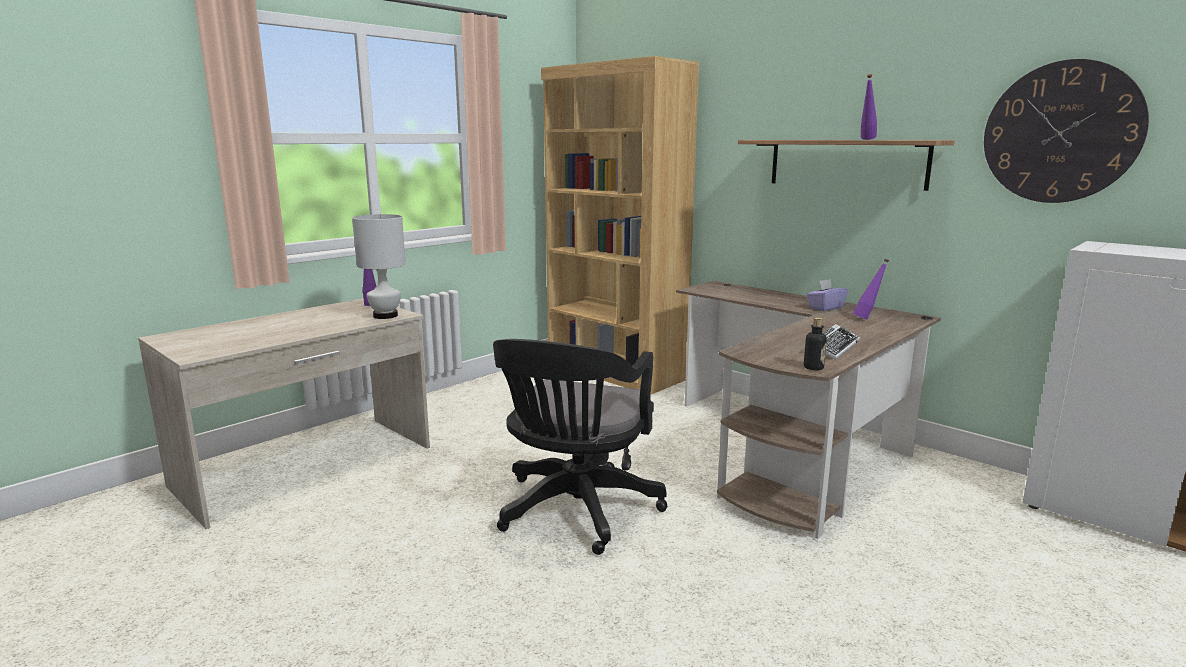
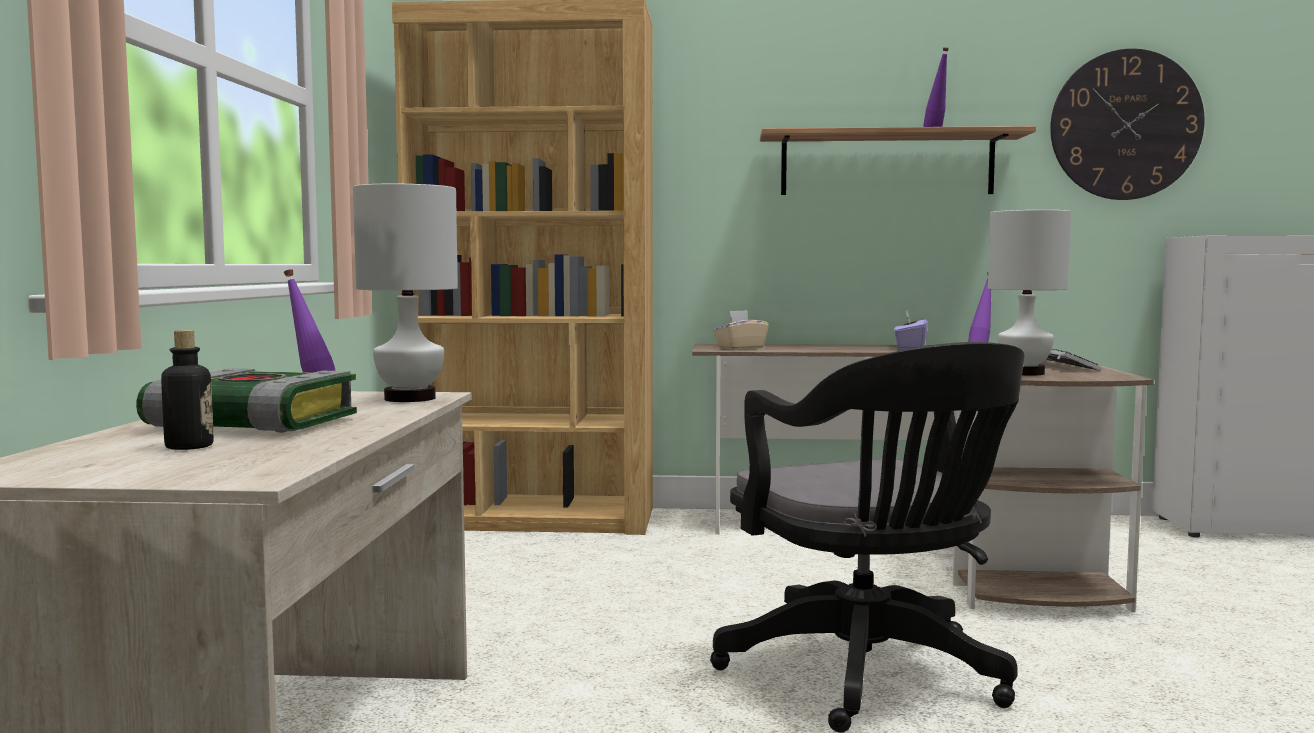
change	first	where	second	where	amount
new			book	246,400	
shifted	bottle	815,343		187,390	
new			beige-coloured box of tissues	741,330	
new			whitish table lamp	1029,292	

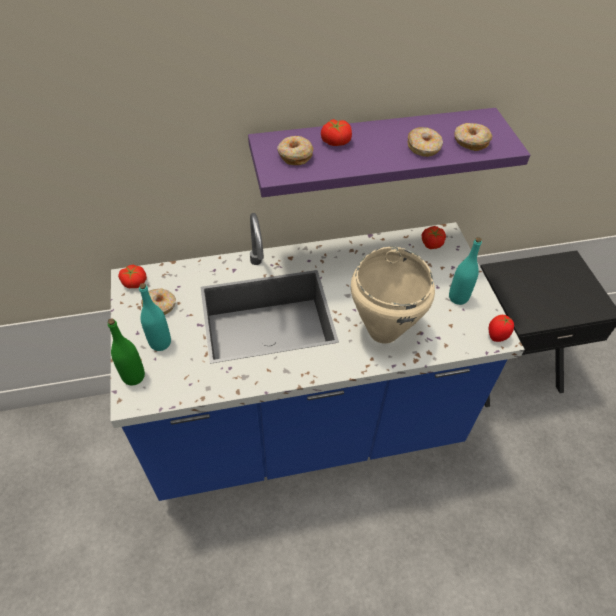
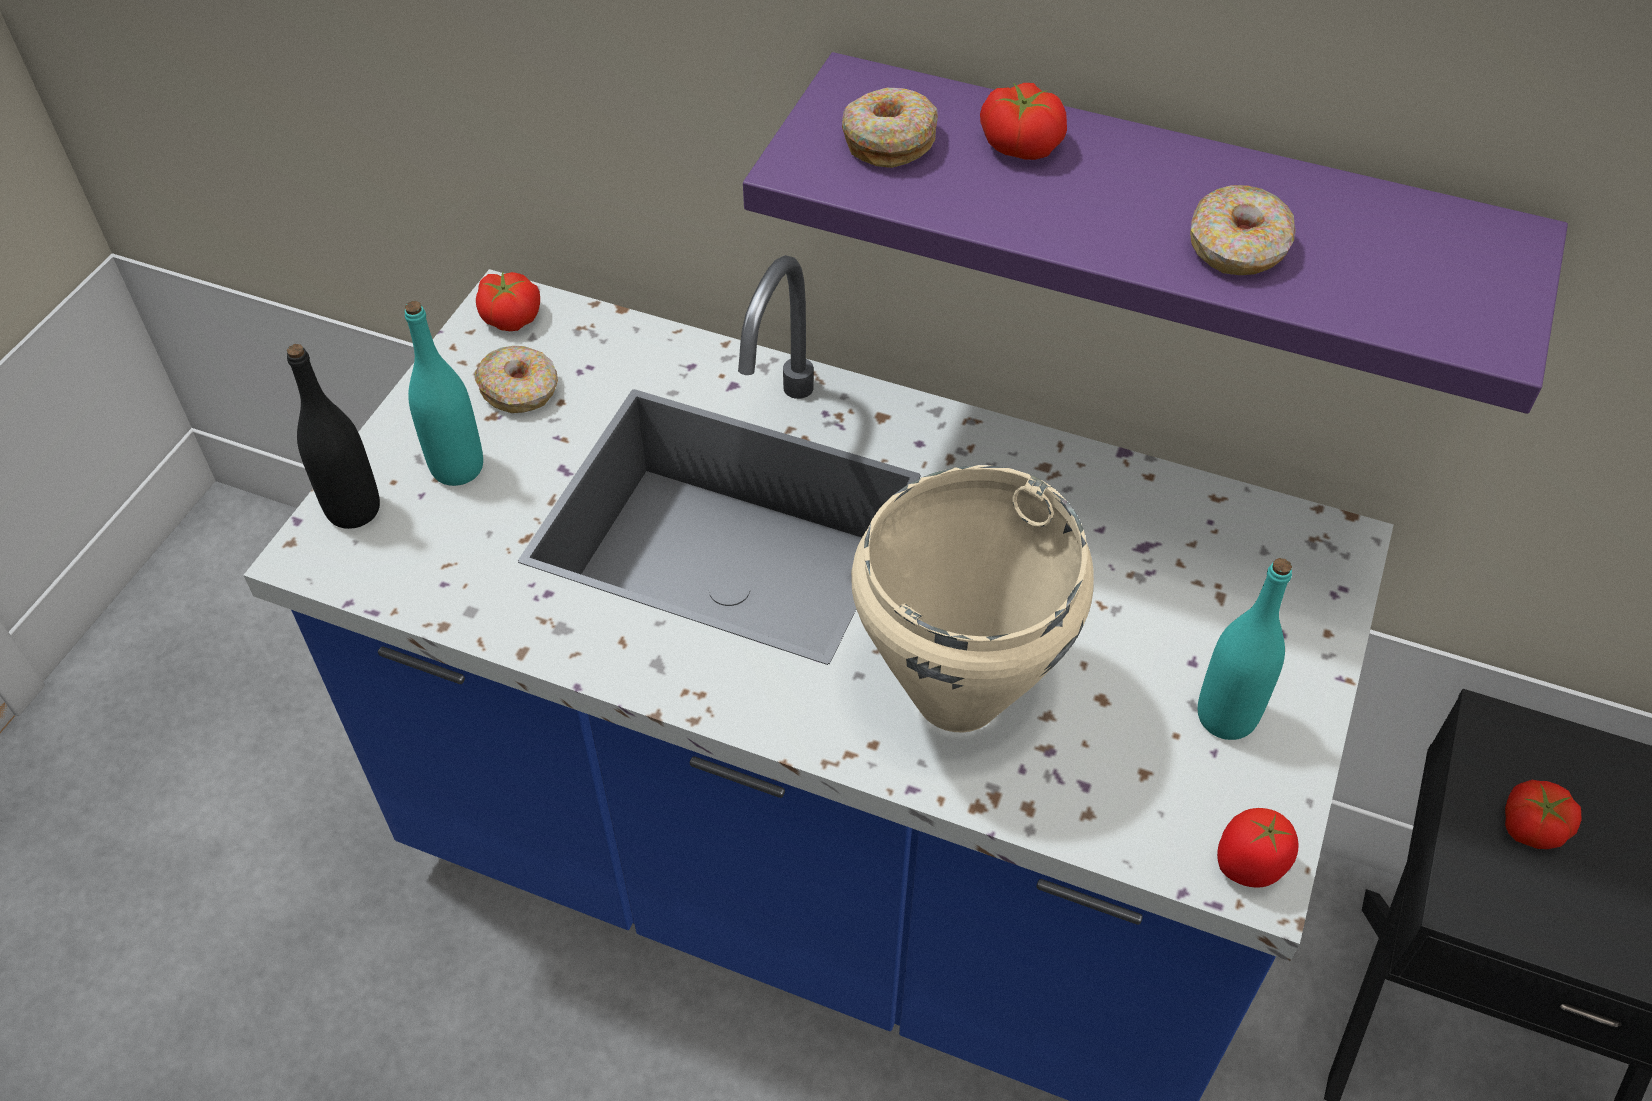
change	first	where	second	where	amount
repainted	green-coloured bottle	126,352	black bottle	333,436	
shifted	fresh tomato	434,237		1543,814	
gone	doughnut	473,137			

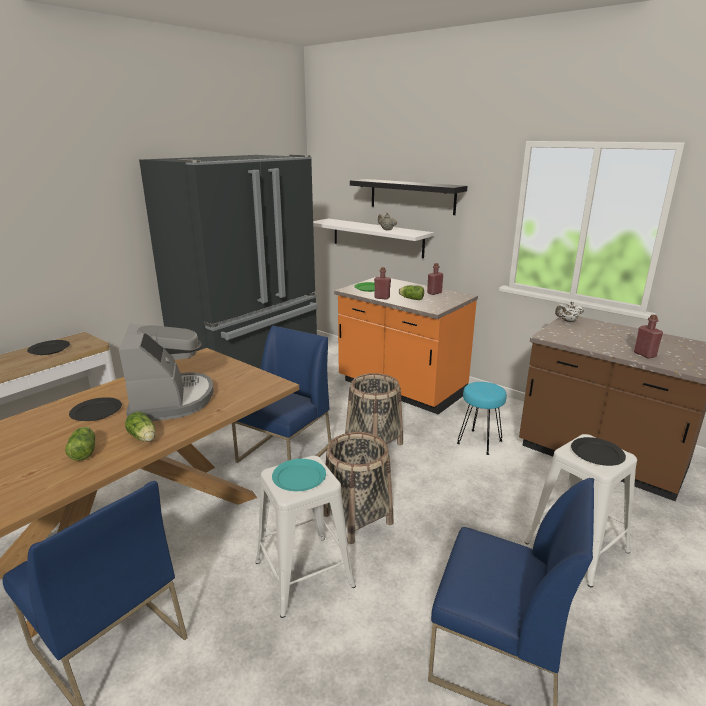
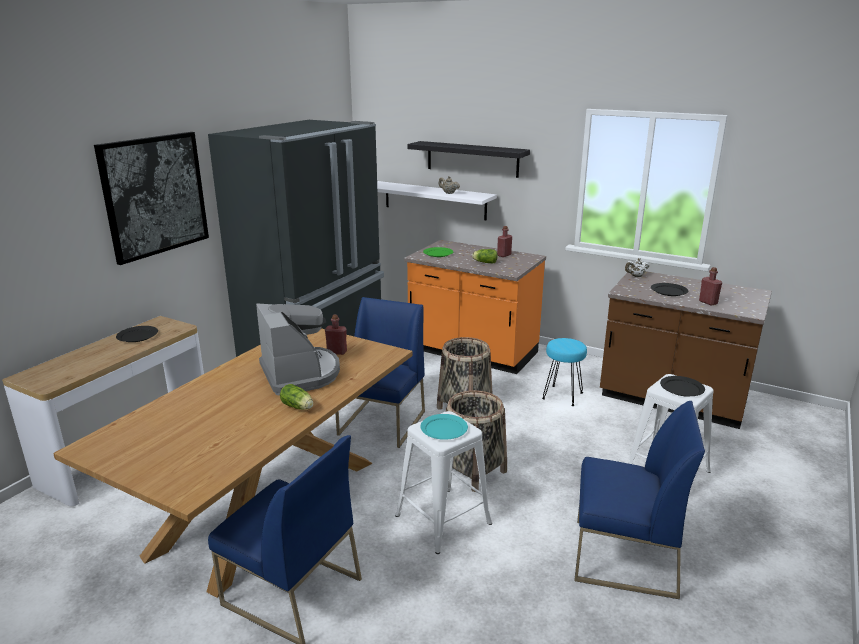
change	first	where	second	where	amount
new			wall picture	151,198	
shifted	red bottle	382,283		336,335	
shifted	black flat dish	95,409		669,289	
gone	lettuce	80,444			

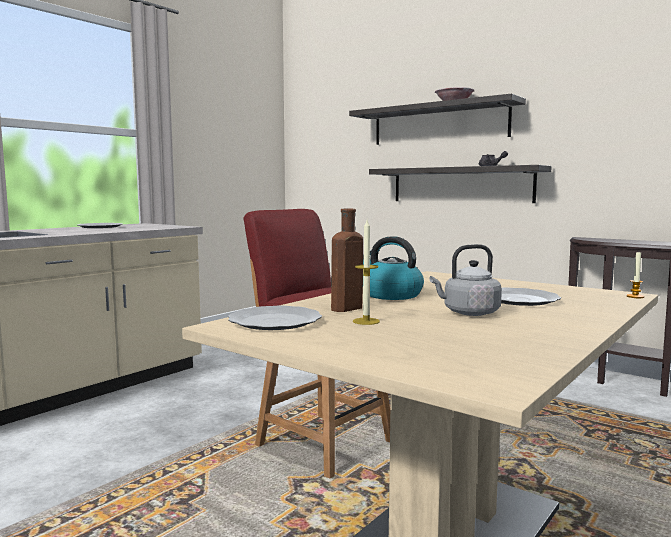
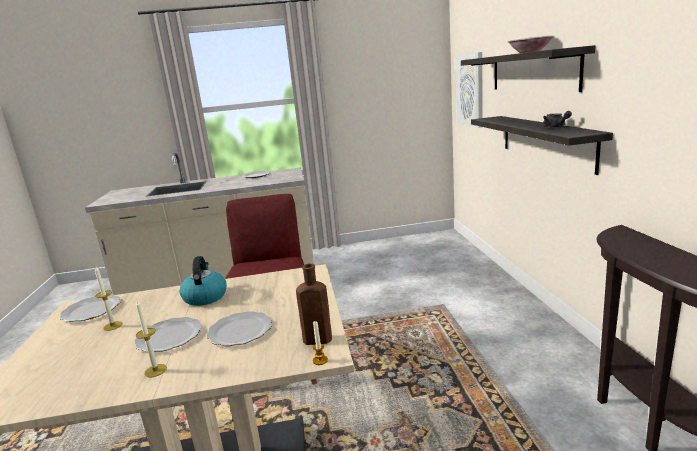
change	first	where	second	where	amount
swapped	gray water kettle	465,280	flat dish	168,334	
new			wax light	151,338	
shifted	brownish bottle	347,260		314,304	
new			wall picture	469,90	

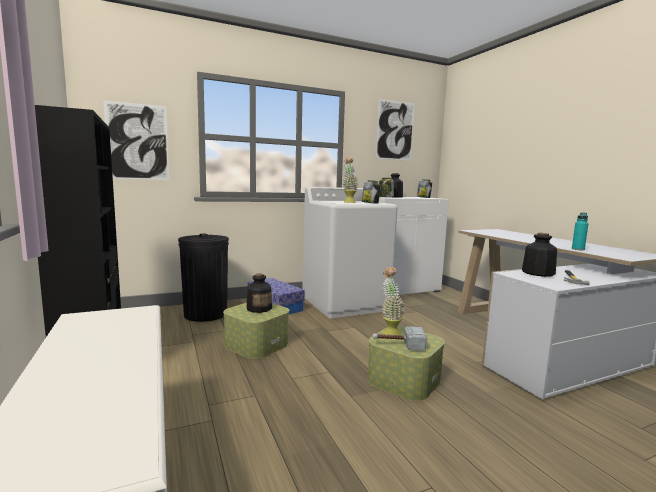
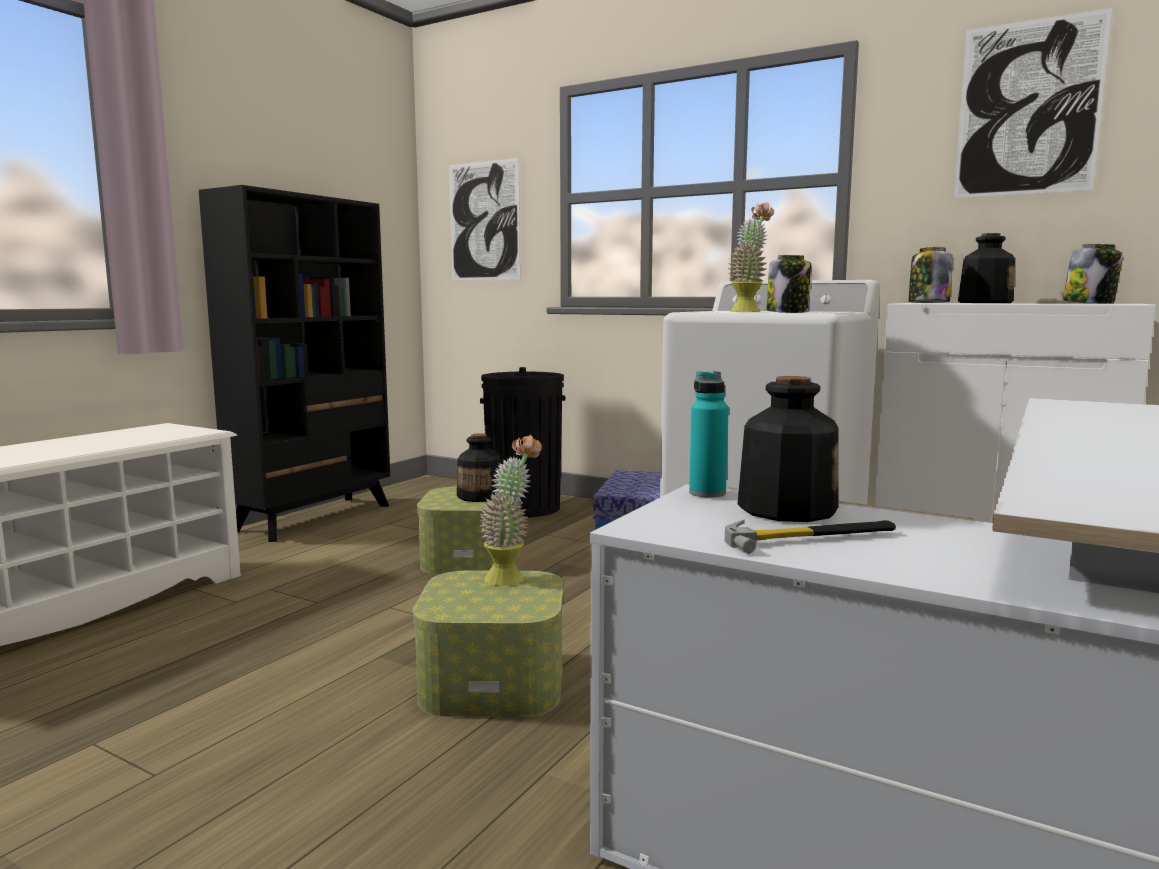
change	first	where	second	where	amount
shifted	turquoise-coloured bottle	580,231		709,434	
gone	hand hammer	399,338			

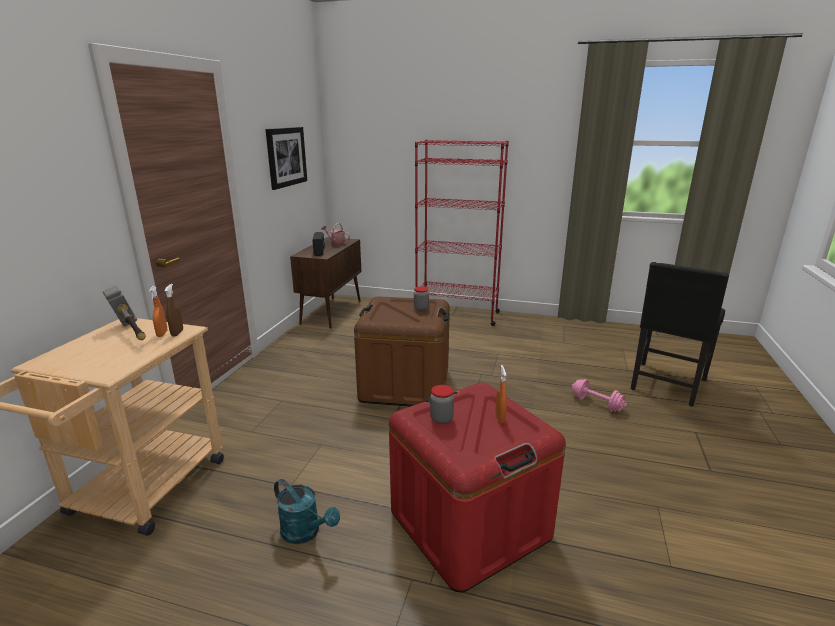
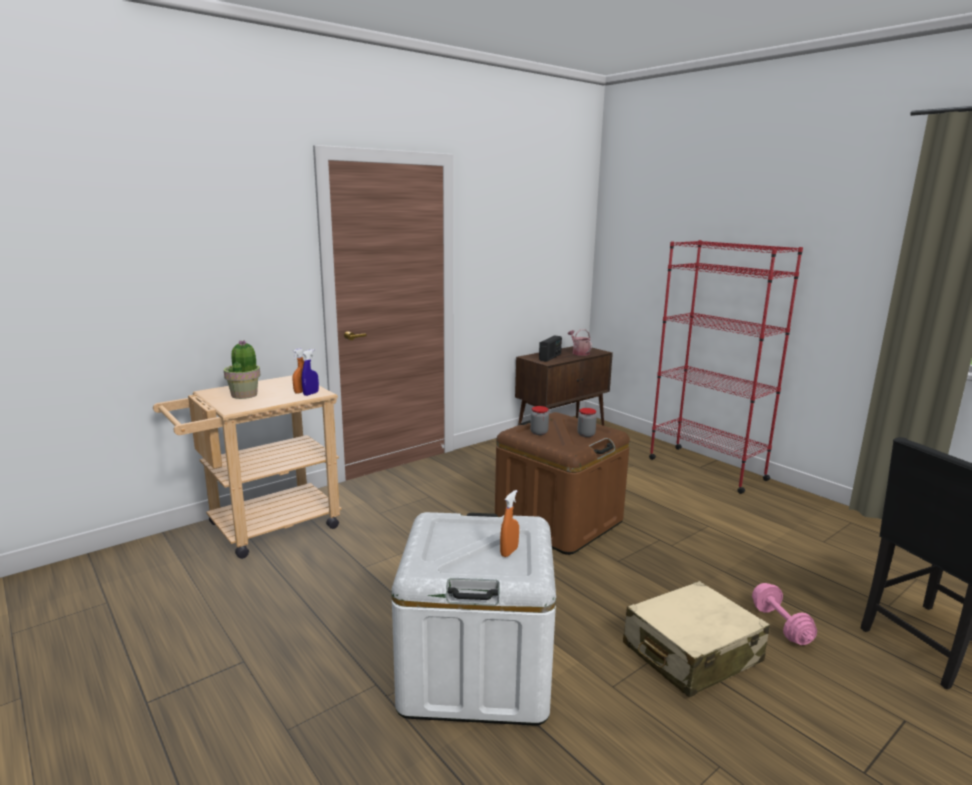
change	first	where	second	where	amount
new			houseplant	242,369	
repainted	brownish hand sprayer	173,310	bluish hand sprayer	310,372	
repainted	red storage bin	477,487	whitish storage bin	473,619	
shifted	storage jar	442,404		539,420	
new			beige-coloured piece of luggage	696,639	
gone	hand hammer	124,313			
gone	wall picture	286,158			
gone	turquoise-coloured watering pot	307,511			

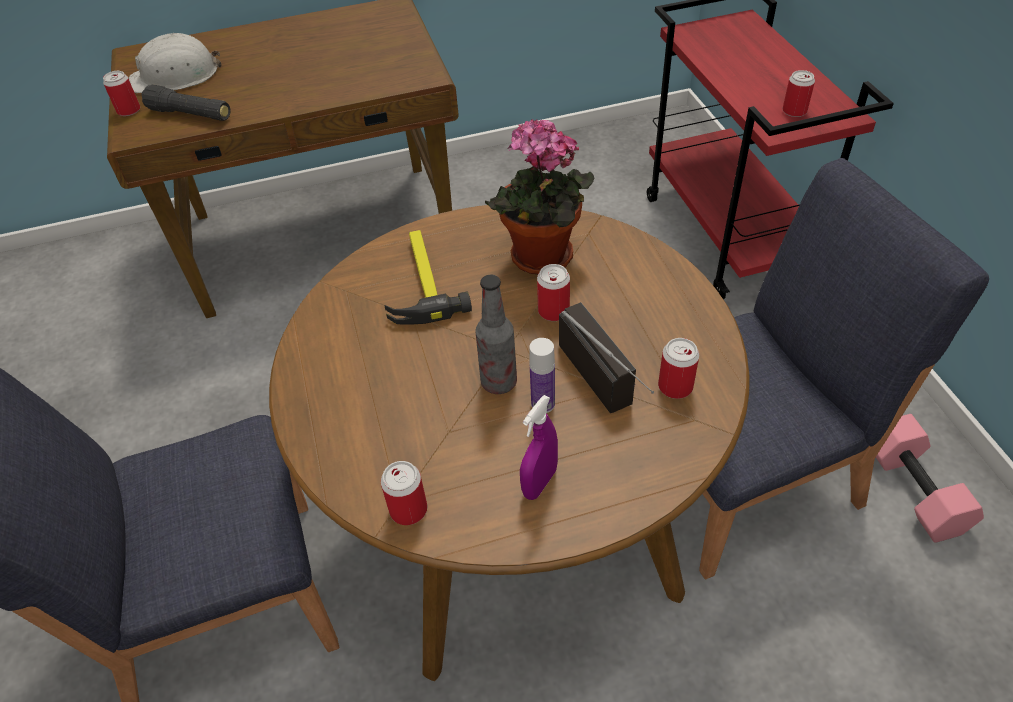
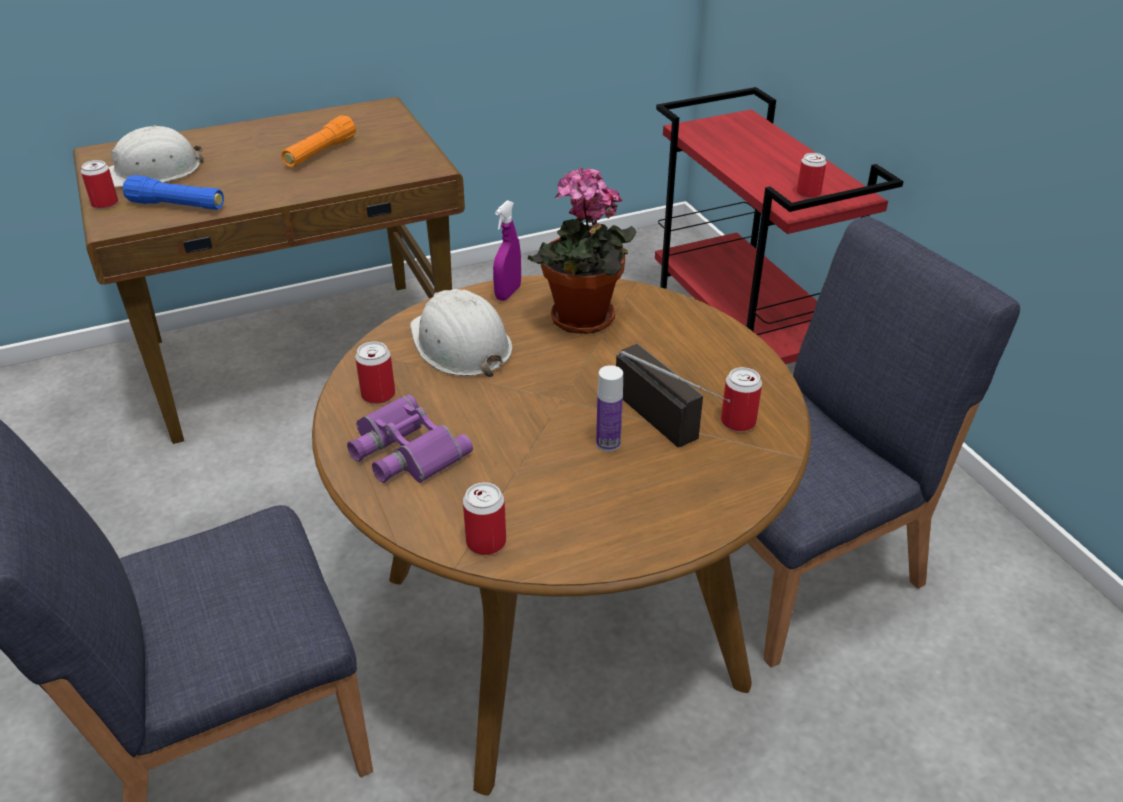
change	first	where	second	where	amount
repainted	black torch	186,103	bluish torch	173,192	
new			orangey torch	319,141	
new			purple field glasses	410,439	
shifted	metal can	553,292		375,373	
swapped	hand hammer	428,277	whitish work helmet	461,333	
shifted	purple hand sprayer	539,447		507,251	
gone	bottle	496,334			
gone	pink hand weight	930,478			

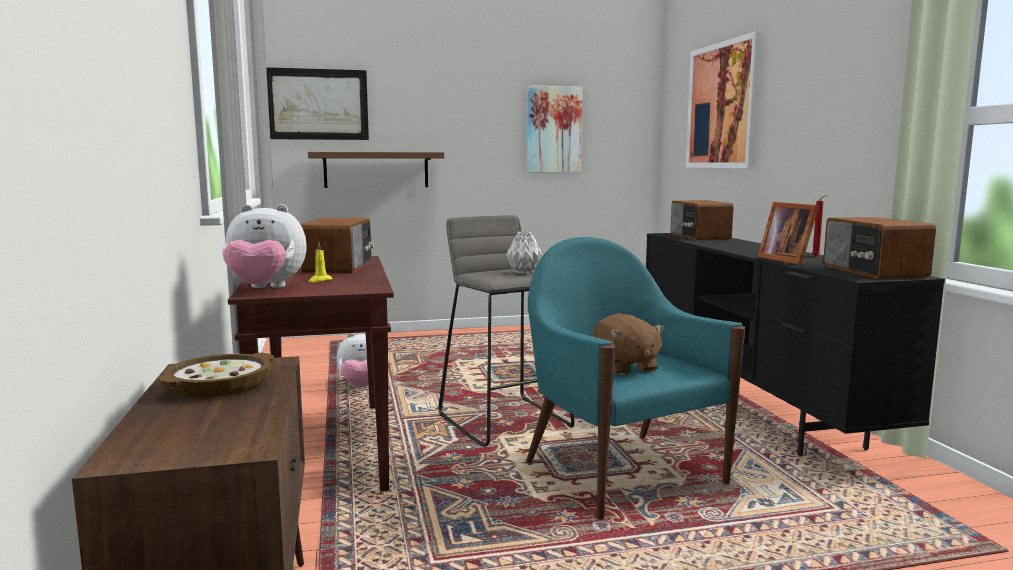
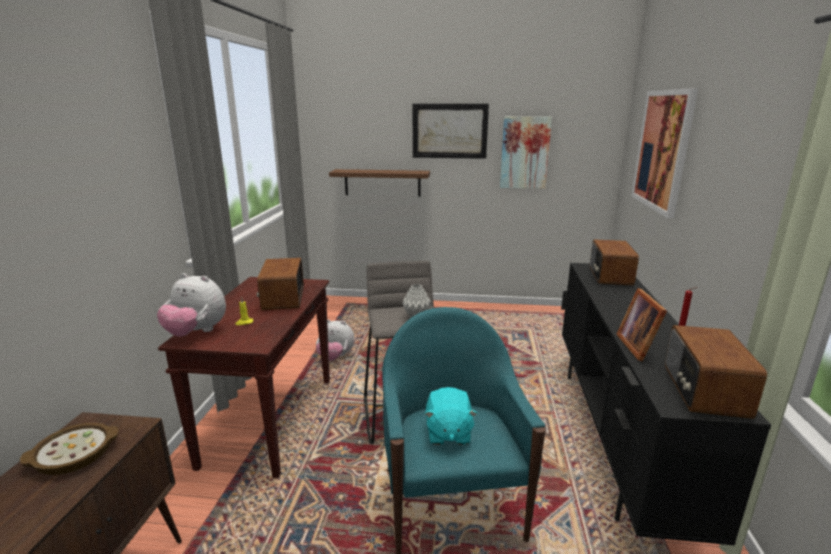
change	first	where	second	where	amount
rotated	radio set	337,245		280,284	150 degrees clockwise
shifted	wall picture	317,103		451,131	
repainted	brownish soft toy	629,344	turquoise-coloured soft toy	451,416	

